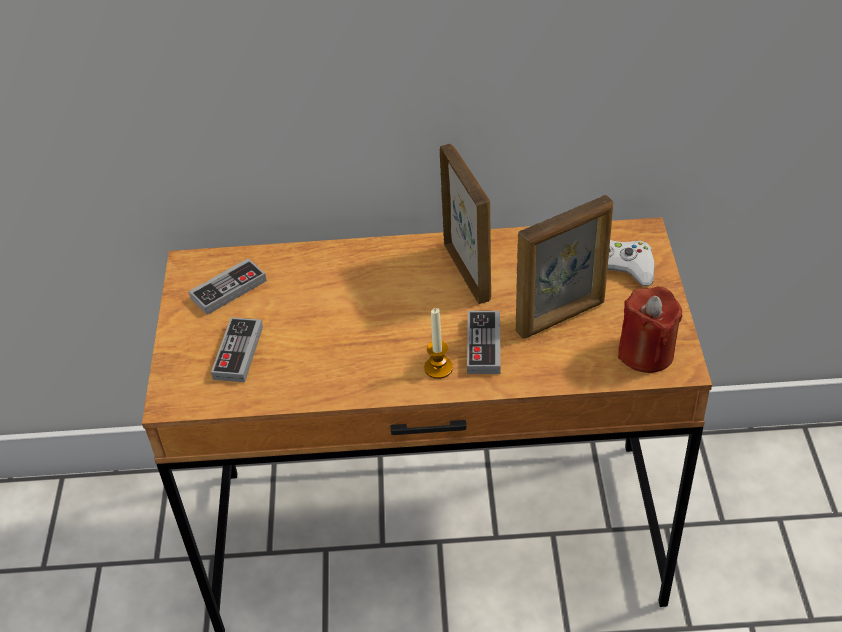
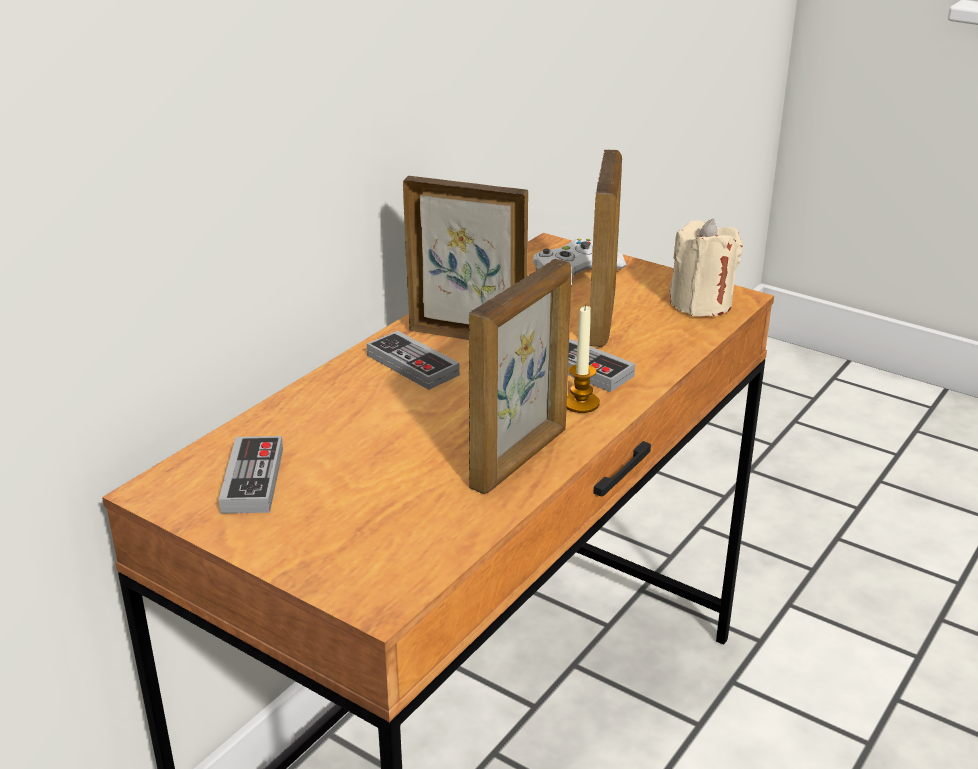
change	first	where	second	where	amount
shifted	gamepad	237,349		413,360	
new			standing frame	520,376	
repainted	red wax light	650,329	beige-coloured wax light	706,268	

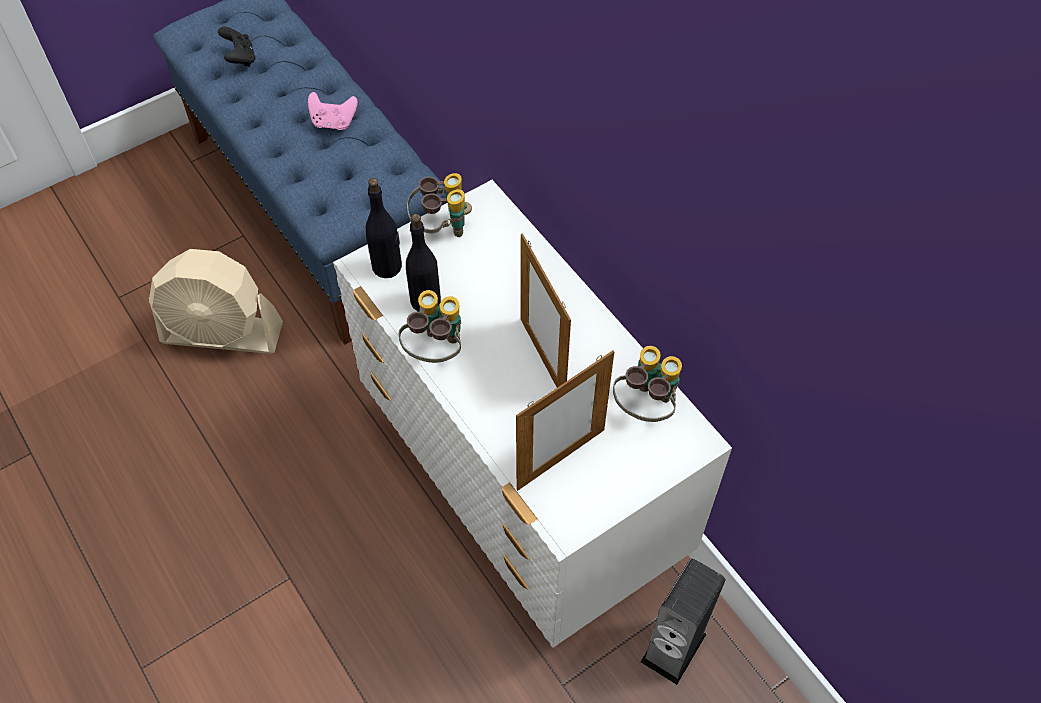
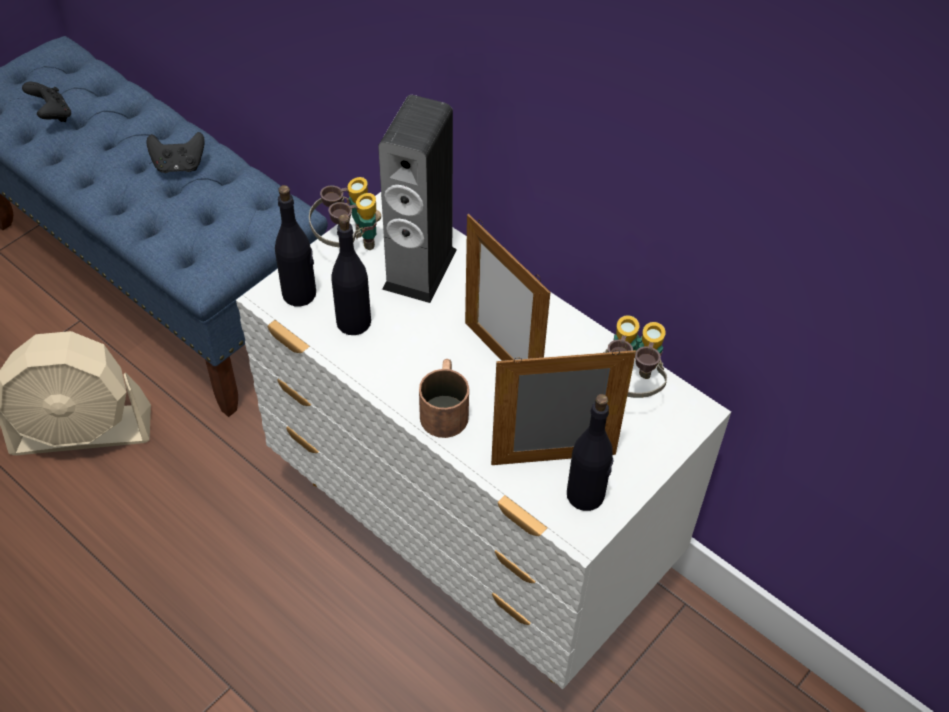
change	first	where	second	where	amount
repainted	pink gamepad	333,111	black gamepad	176,152	
shifted	audio speaker	683,621		417,199	
new			brownish mug	444,398	
rotated	standing frame	565,420		563,407	135 degrees counterclockwise
new			black bottle	590,452	
gone	field glasses	430,326			

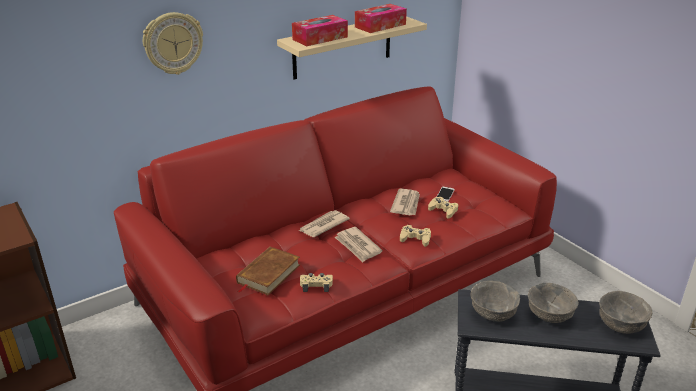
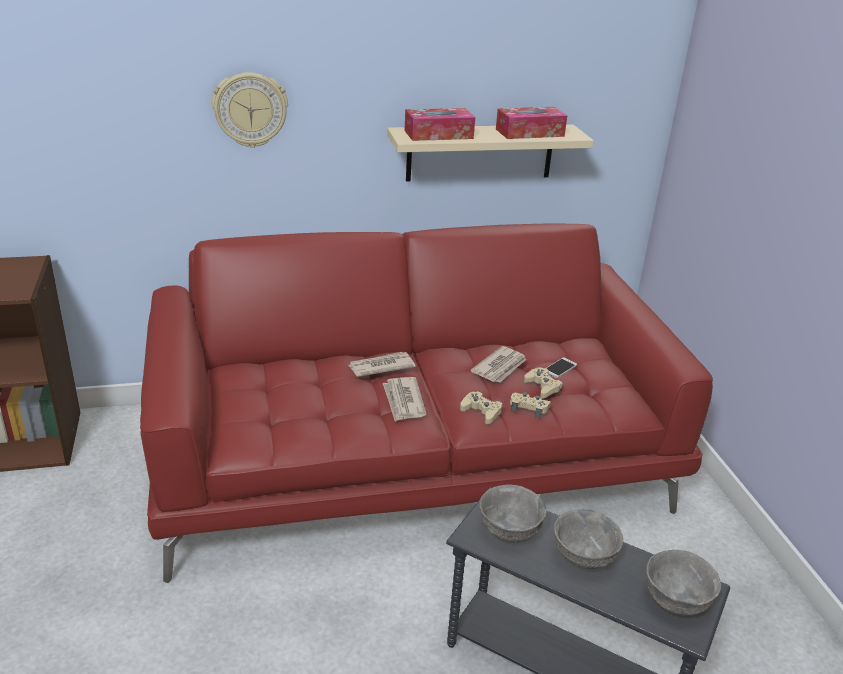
change	first	where	second	where	amount
shifted	beige-coloured gamepad	316,282		530,405	
gone	brownish book	268,270			

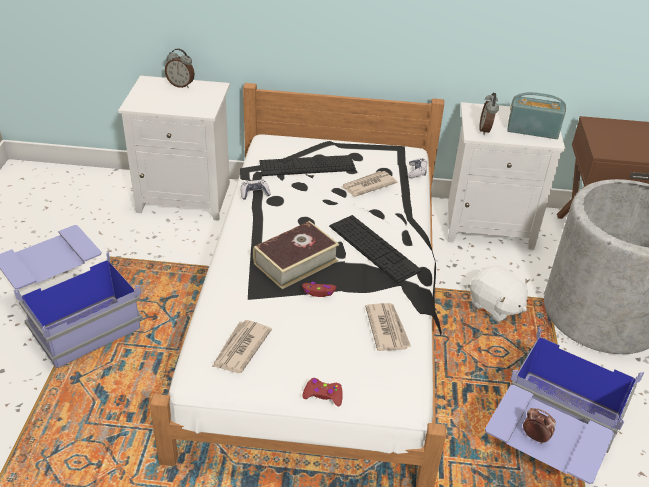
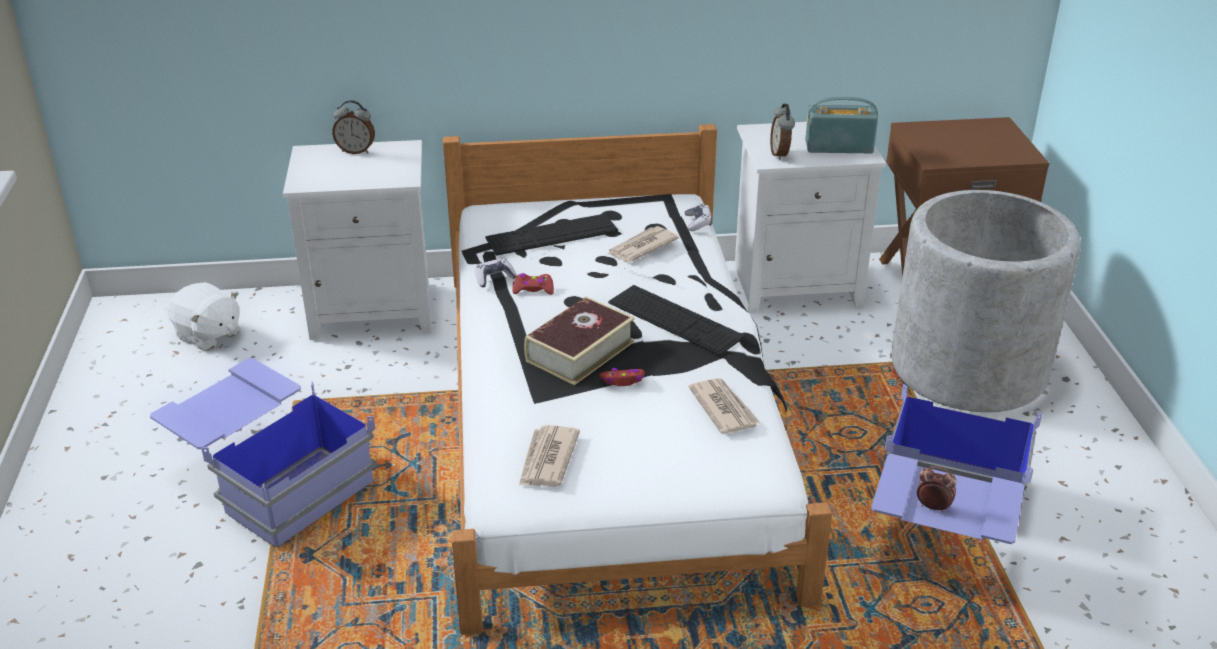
change	first	where	second	where	amount
shifted	whitish soft toy	500,293		204,316	
shifted	red gamepad	322,392		533,284	

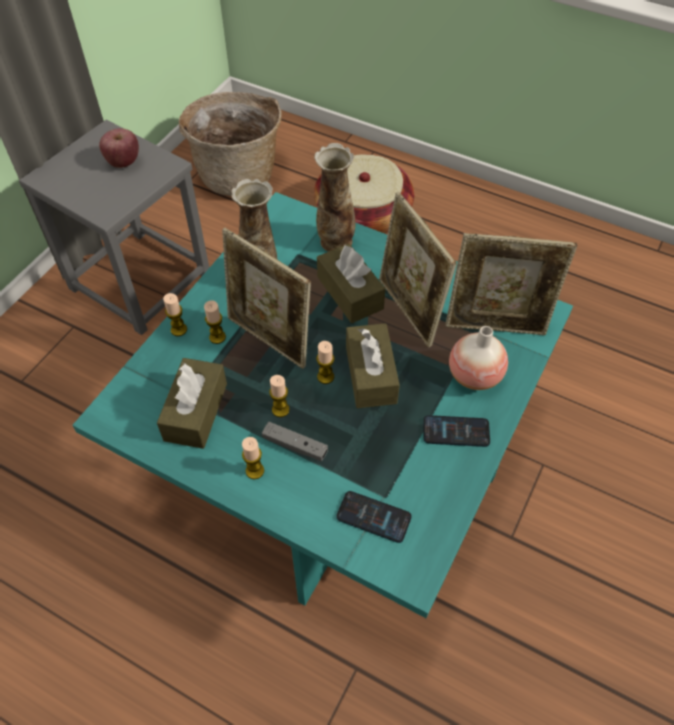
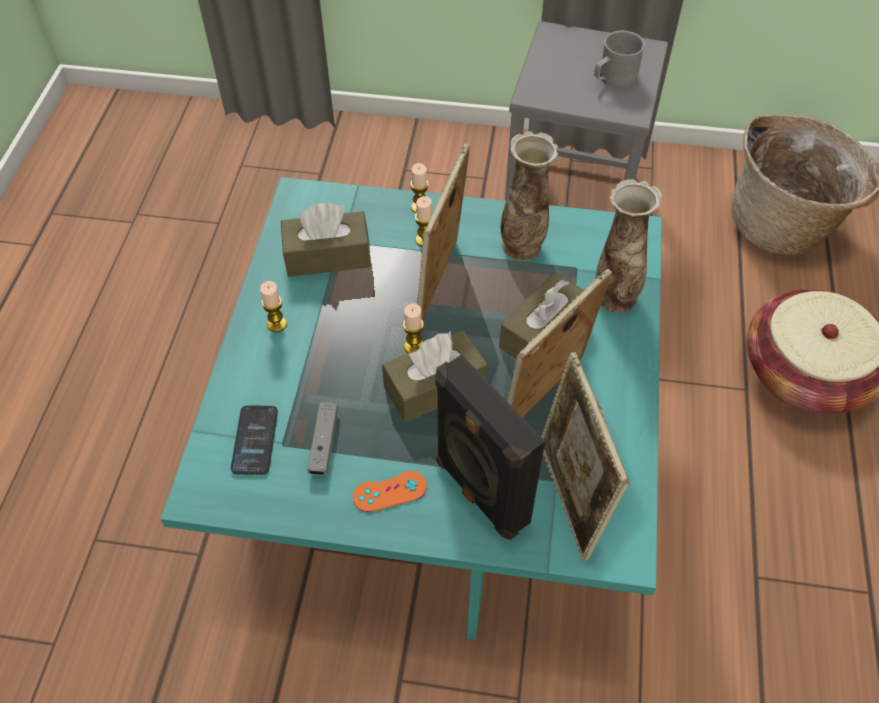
change	first	where	second	where	amount
shifted	gray gamepad	295,441		322,438	
swapped	handset	456,431	orangey gamepad	390,491	
swapped	vase	478,358	black audio speaker	490,447	
swapped	apple	119,148	gray mug	619,59	
gone	wax light	279,396			

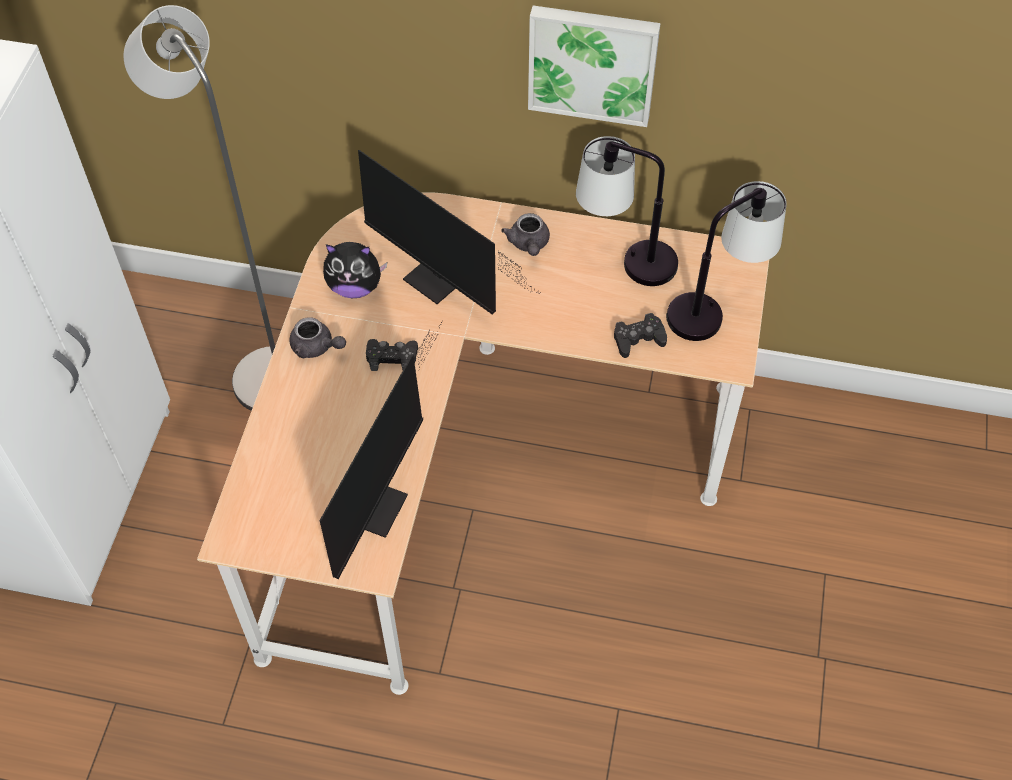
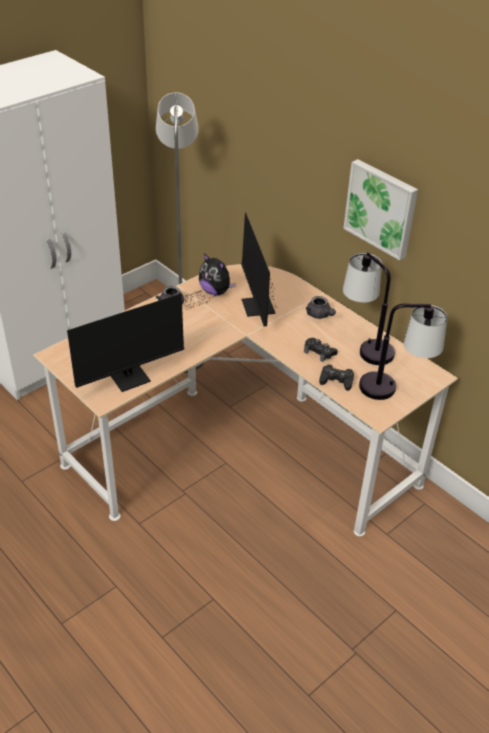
change	first	where	second	where	amount
shifted	black gamepad	392,355		321,350	
rotated	gray teapot	525,234		321,307	60 degrees counterclockwise

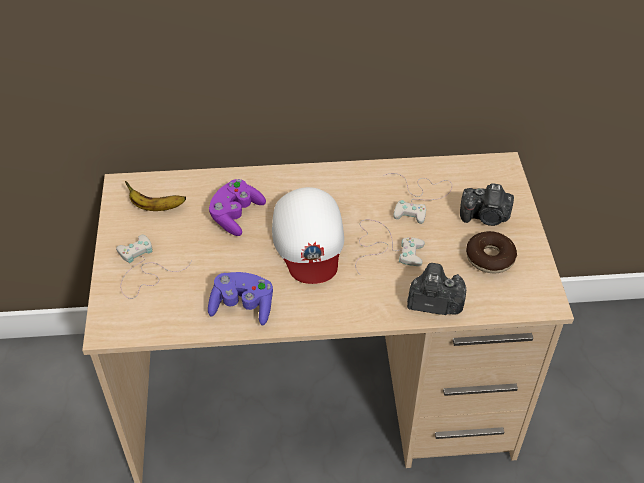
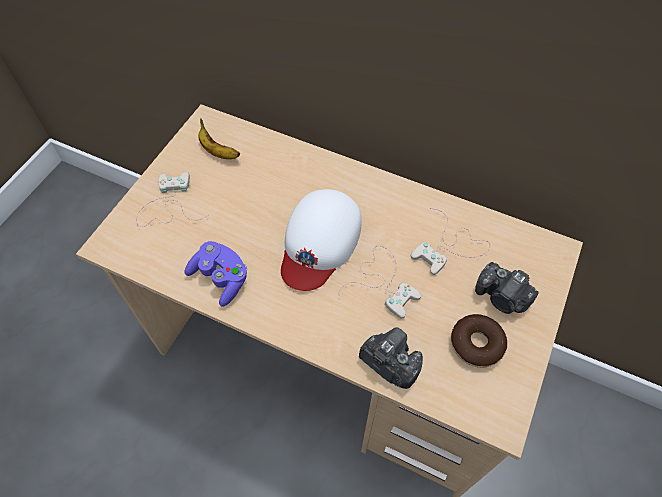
change	first	where	second	where	amount
gone	purple gamepad	237,207			

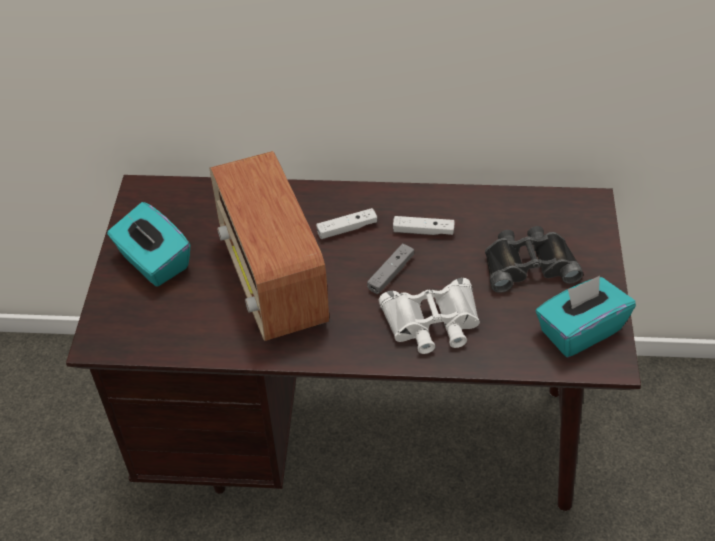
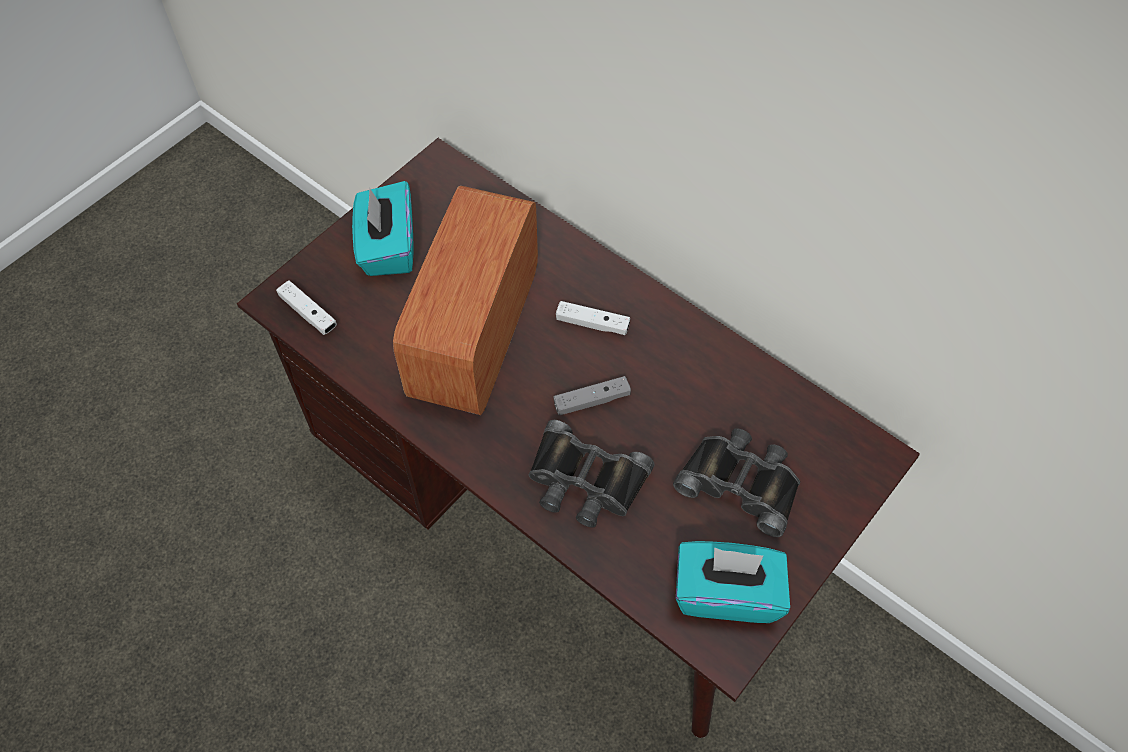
change	first	where	second	where	amount
shifted	whitish gamepad	424,225		306,307	
repainted	whitish field glasses	429,316	black field glasses	592,474	

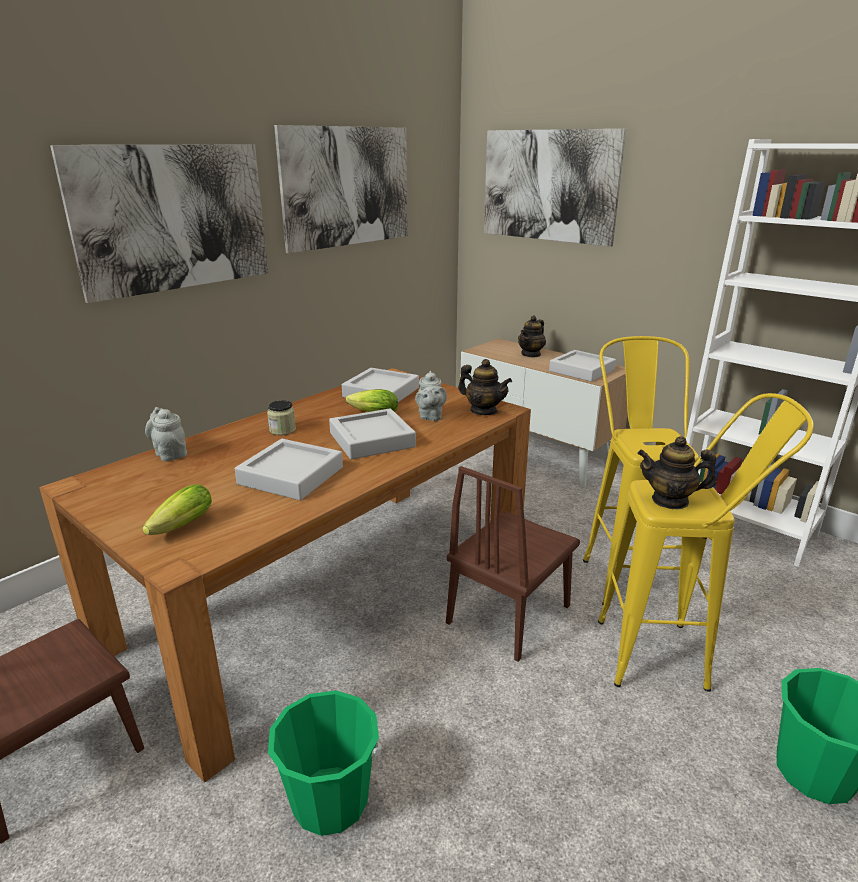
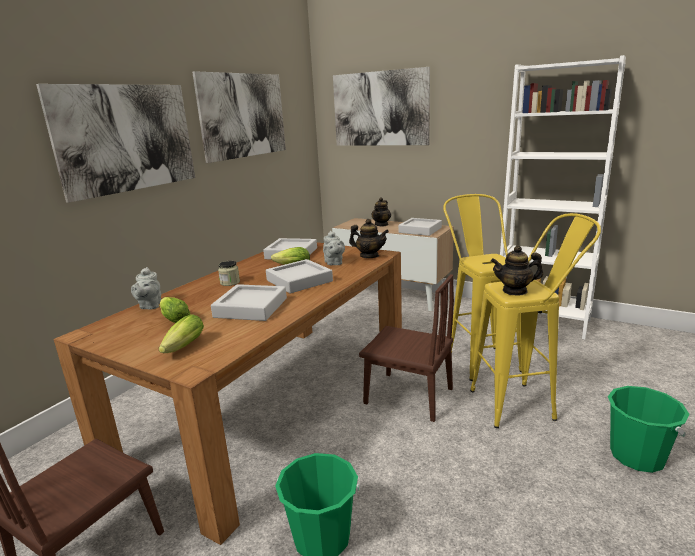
change	first	where	second	where	amount
rotated	gray teapot	166,434		146,288	135 degrees counterclockwise
new			lettuce	175,310	
rotated	brownish chair	513,563		406,348	90 degrees counterclockwise

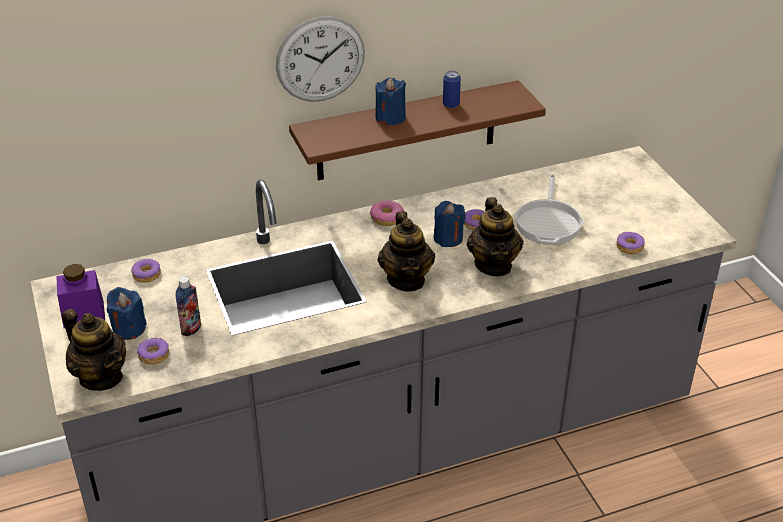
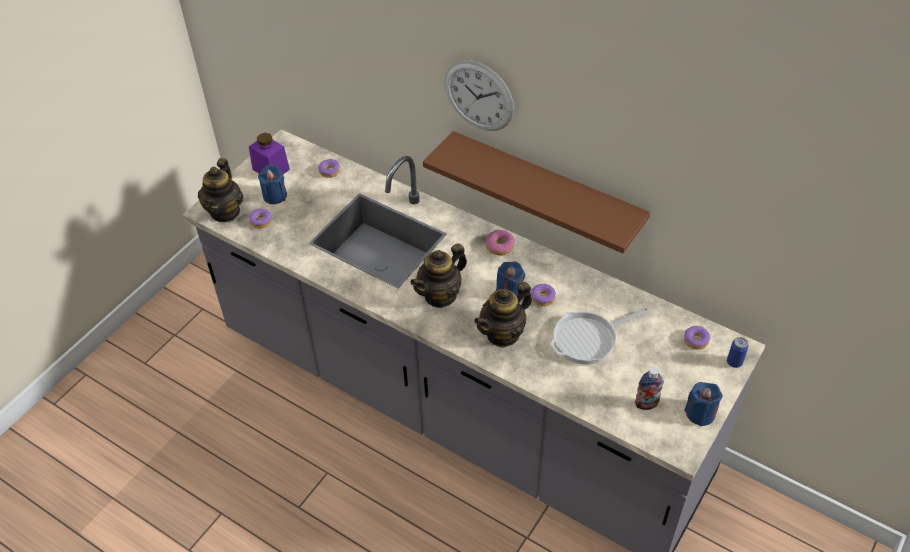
change	first	where	second	where	amount
shifted	bottle	188,306		649,388	
shifted	doughnut	630,242		697,338	
shifted	bluish wax light	391,101		703,404	
shifted	metal can	452,89		738,352	

